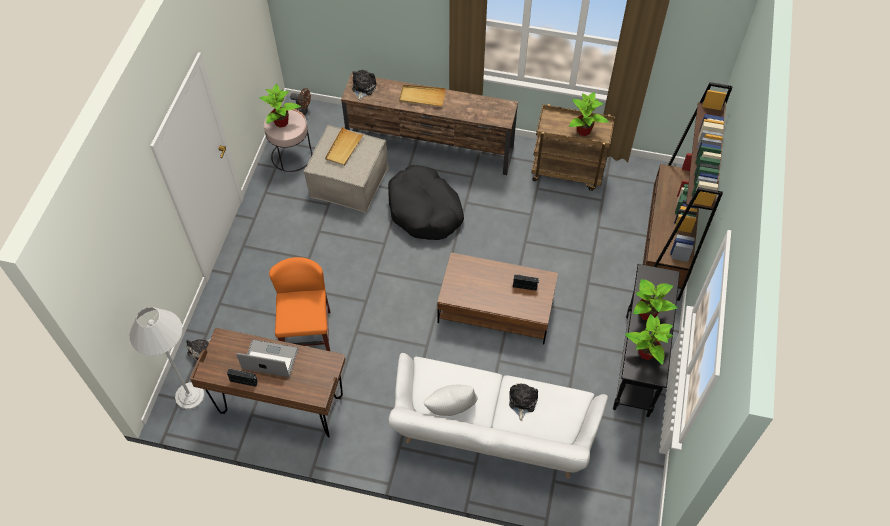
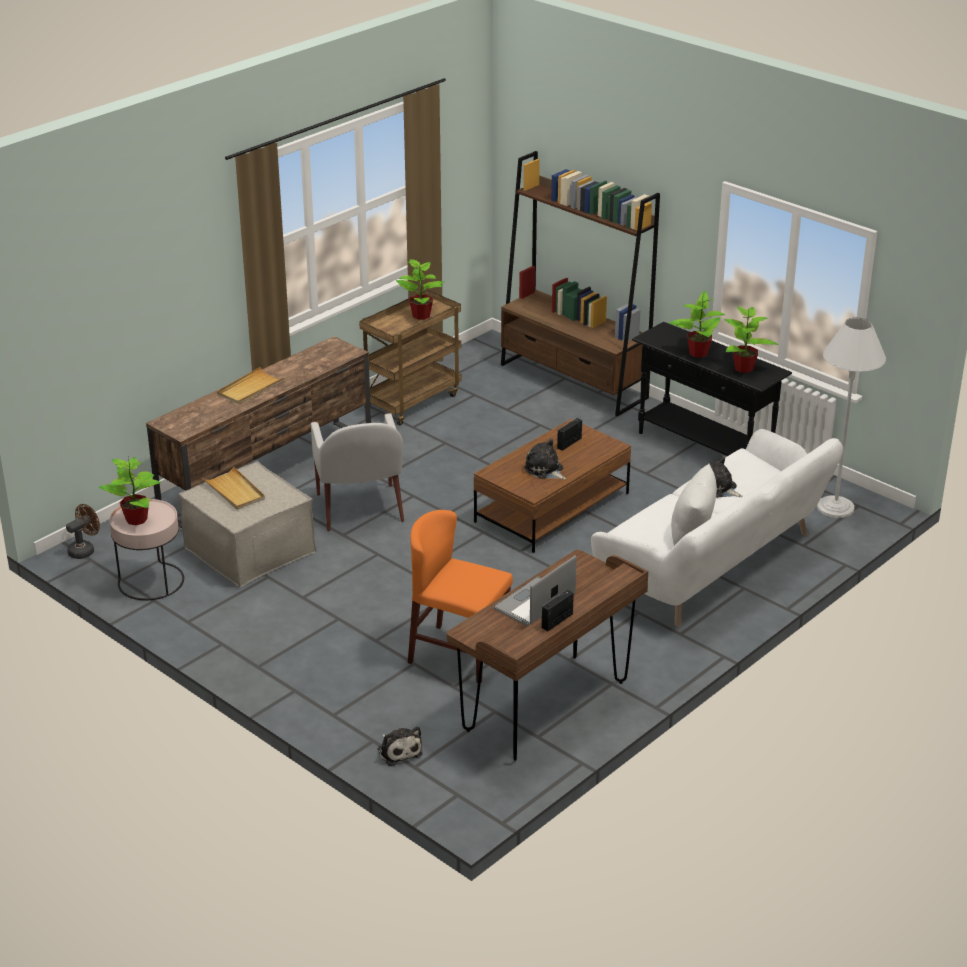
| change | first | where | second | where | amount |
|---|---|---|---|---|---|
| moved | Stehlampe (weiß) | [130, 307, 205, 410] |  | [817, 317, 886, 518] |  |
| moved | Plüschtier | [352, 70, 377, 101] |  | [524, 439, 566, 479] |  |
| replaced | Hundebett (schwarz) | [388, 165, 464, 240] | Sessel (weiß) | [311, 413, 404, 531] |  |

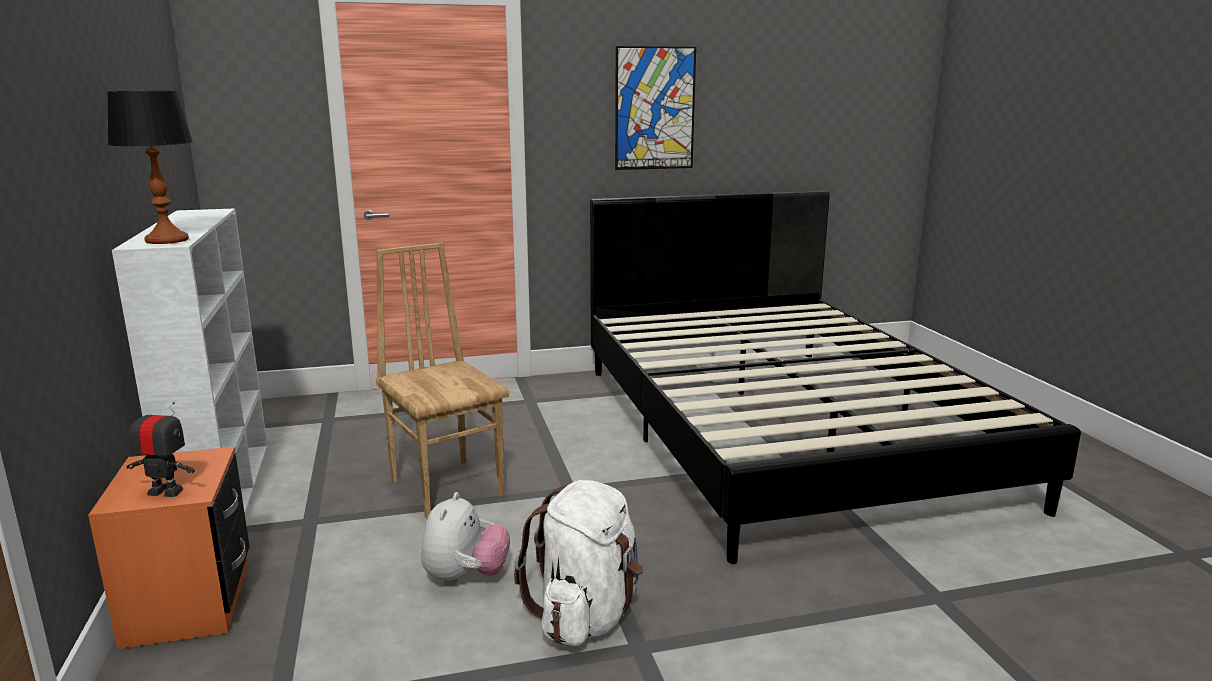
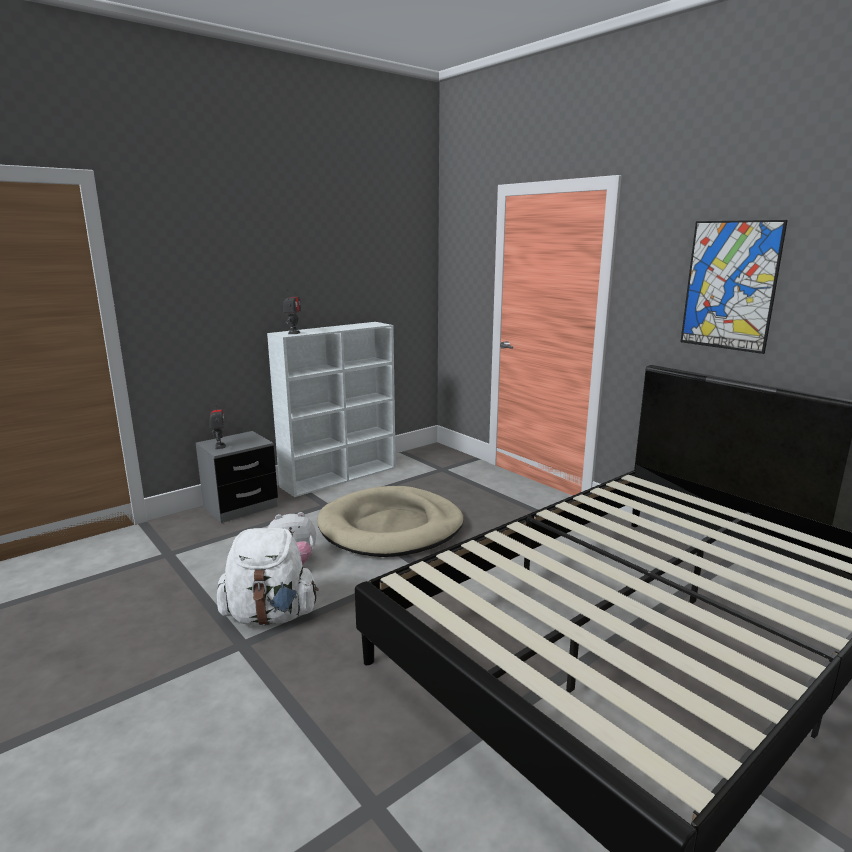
| change | first | where | second | where | amount |
|---|---|---|---|---|---|
| replaced | Tischlampe | [107, 91, 193, 244] | Spielzeugroboter | [283, 289, 301, 334] |  |
| replaced | Stuhl (braun) | [376, 242, 509, 519] | Hundebett (beige) | [317, 486, 464, 557] |  |
| recoloured | Nachttisch (orange) | [88, 447, 250, 649] | Nachttisch (grau) | [196, 431, 278, 523] |  |

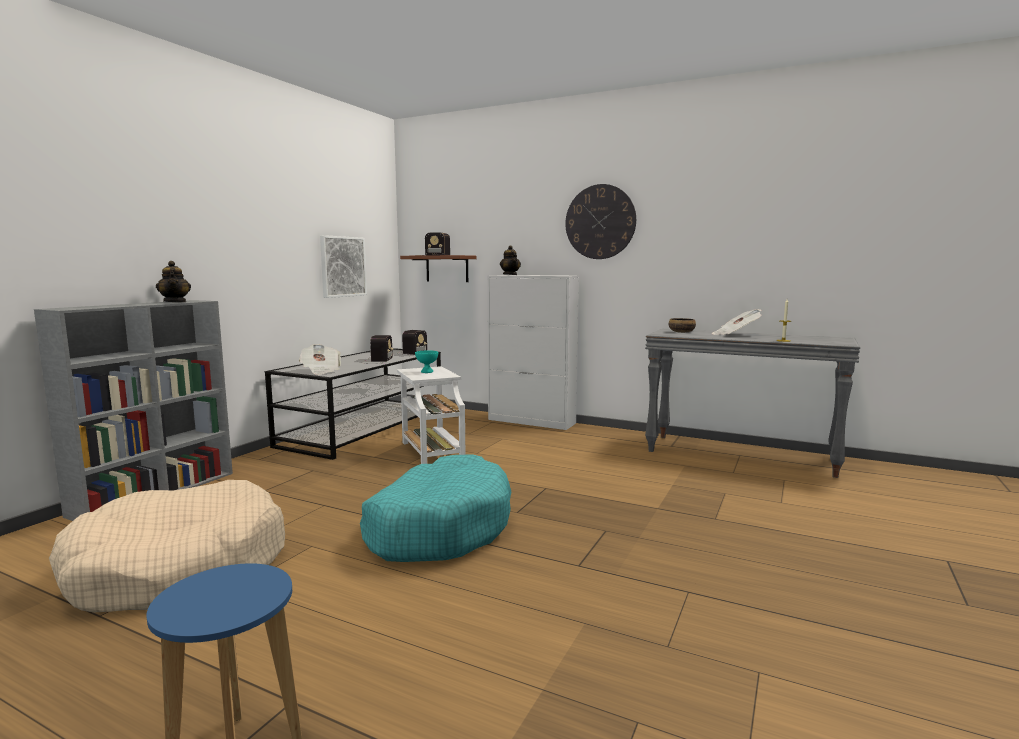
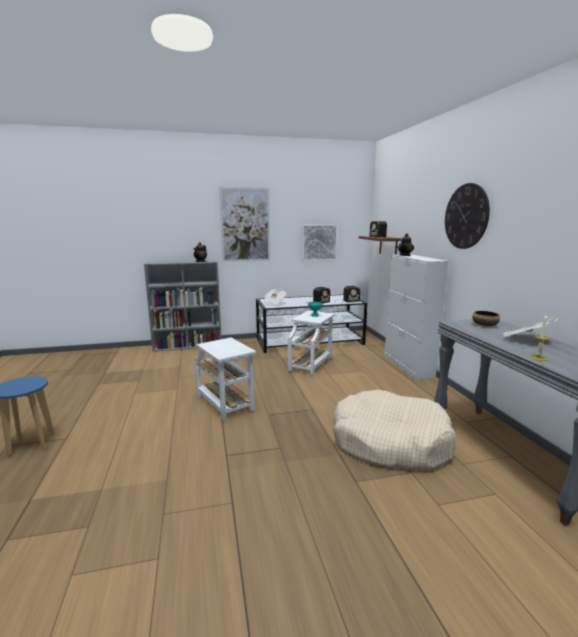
| change | first | where | second | where | amount |
|---|---|---|---|---|---|
| added |  |  | Bild | [219, 187, 270, 262] |  |
| moved | Hundebett (beige) | [49, 480, 285, 612] |  | [333, 390, 456, 471] |  |
| replaced | Hundebett (türkis) | [360, 454, 511, 562] | Beistelltisch (weiß) | [194, 337, 256, 421] |  |

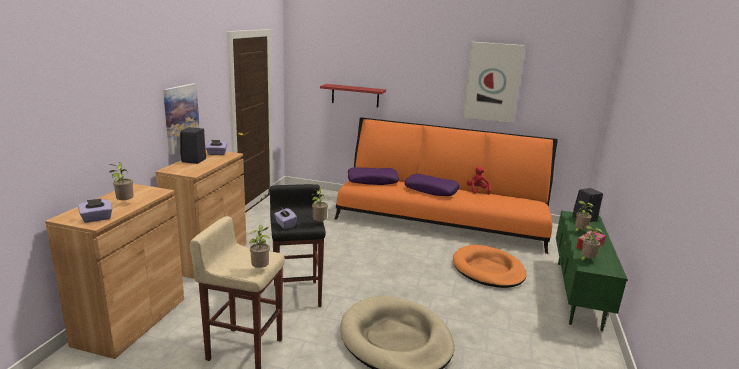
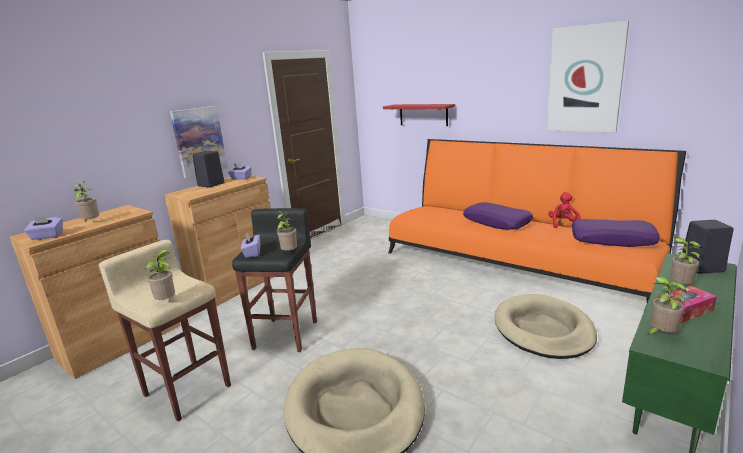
| change | first | where | second | where | amount |
|---|---|---|---|---|---|
| moved | Kissen (lila) | [348, 167, 399, 185] |  | [572, 219, 660, 247] |  |
| recoloured | Hundebett (orange) | [453, 245, 527, 288] | Hundebett (beige) | [495, 294, 597, 359] |  |

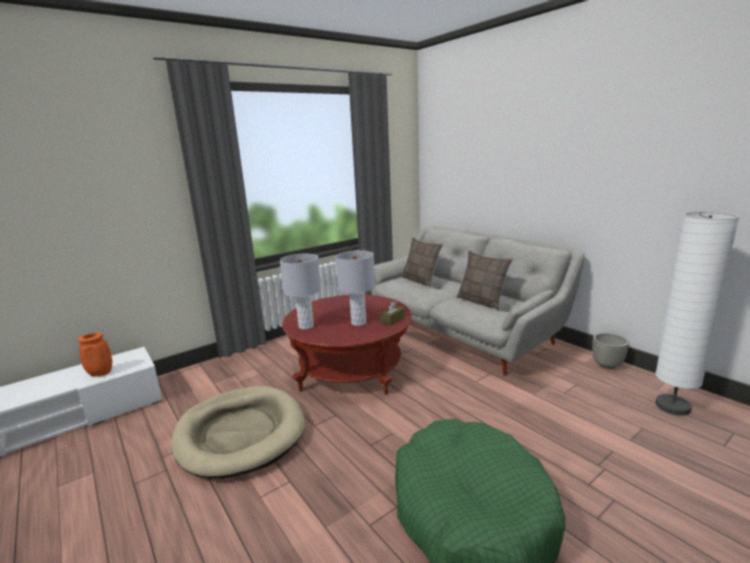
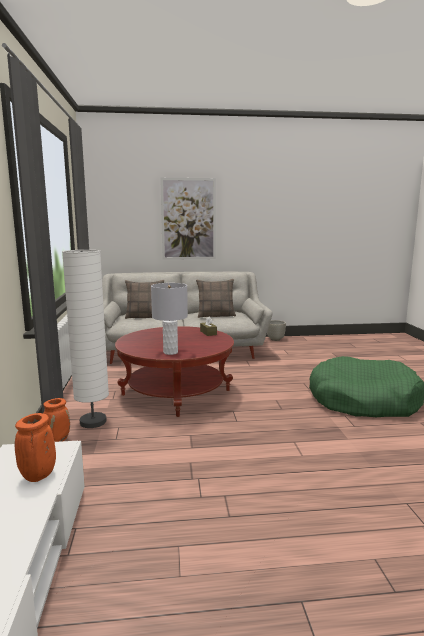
| change | first | where | second | where | amount |
|---|---|---|---|---|---|
| removed | Hundebett (beige) | [171, 386, 305, 478] |  |  |  |
| removed | Tischlampe (grau) | [336, 250, 375, 326] |  |  |  |
| added |  |  | Vase (orange) | [44, 398, 70, 442] |  |
| added |  |  | Bild | [160, 178, 216, 260] |  |
| moved | Stehlampe (weiß) | [655, 211, 739, 416] |  | [62, 250, 109, 428] |  |

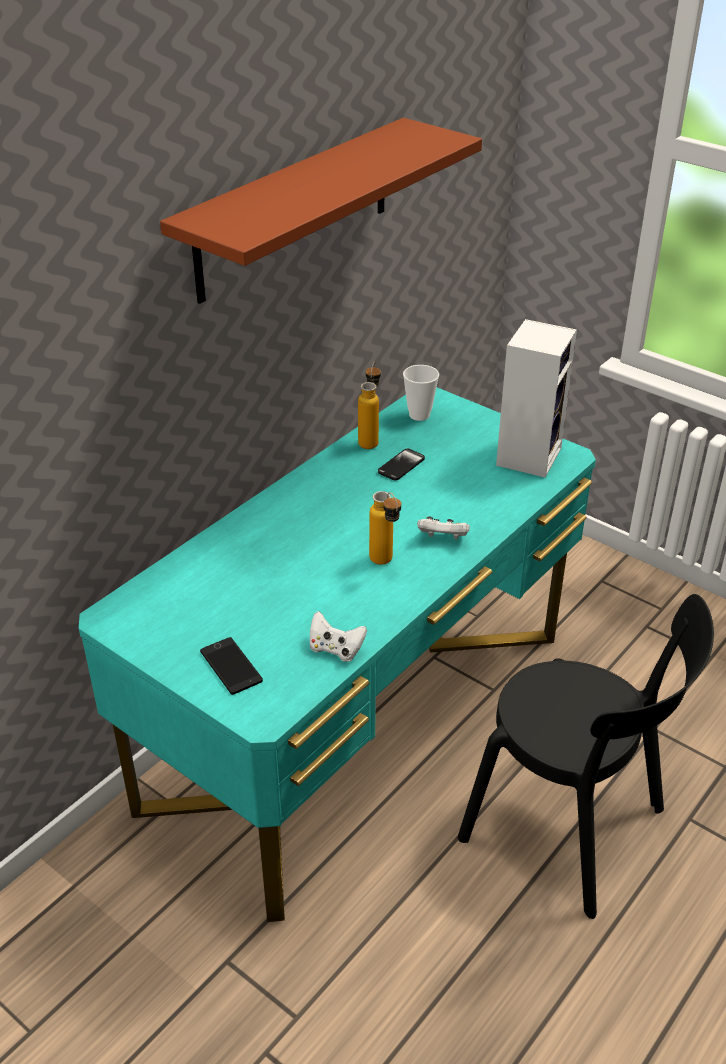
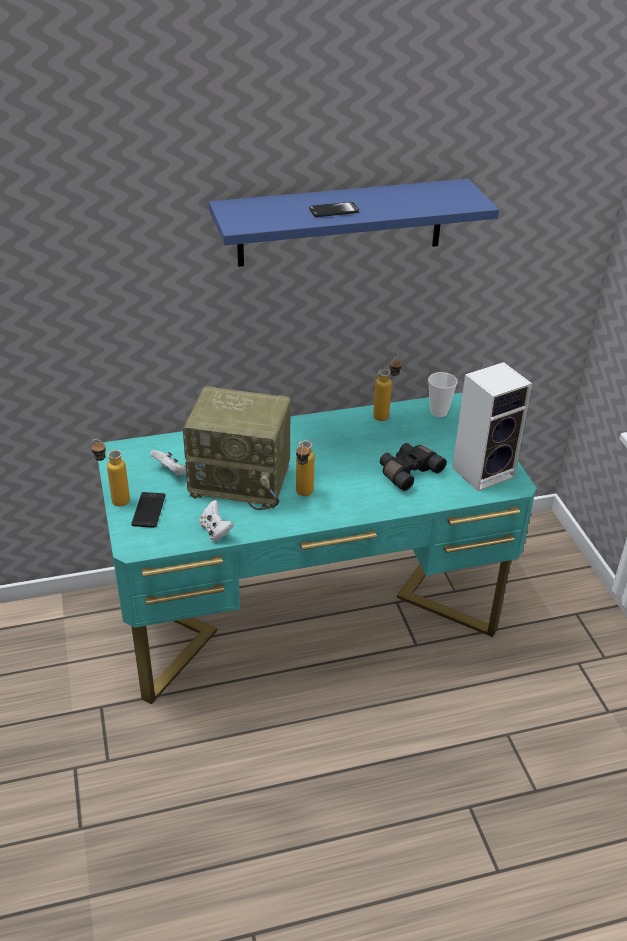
| change | first | where | second | where | amount |
|---|---|---|---|---|---|
| removed | Stuhl (schwarz) | [458, 594, 714, 919] |  |  |  |
| added |  |  | Flasche | [91, 439, 130, 506] |  |
| added |  |  | Radio | [183, 386, 291, 510] |  |
| added |  |  | Fernglas (schwarz) | [380, 443, 447, 491] |  |
| moved | Handy | [378, 449, 425, 481] |  | [309, 202, 359, 217] |  |
| moved | Gamepad (weiß) | [417, 516, 470, 539] |  | [150, 450, 186, 476] |  |
| recoloured | Wandregal (braun) | [160, 118, 482, 304] | Wandregal (blau) | [209, 179, 499, 267] |  |

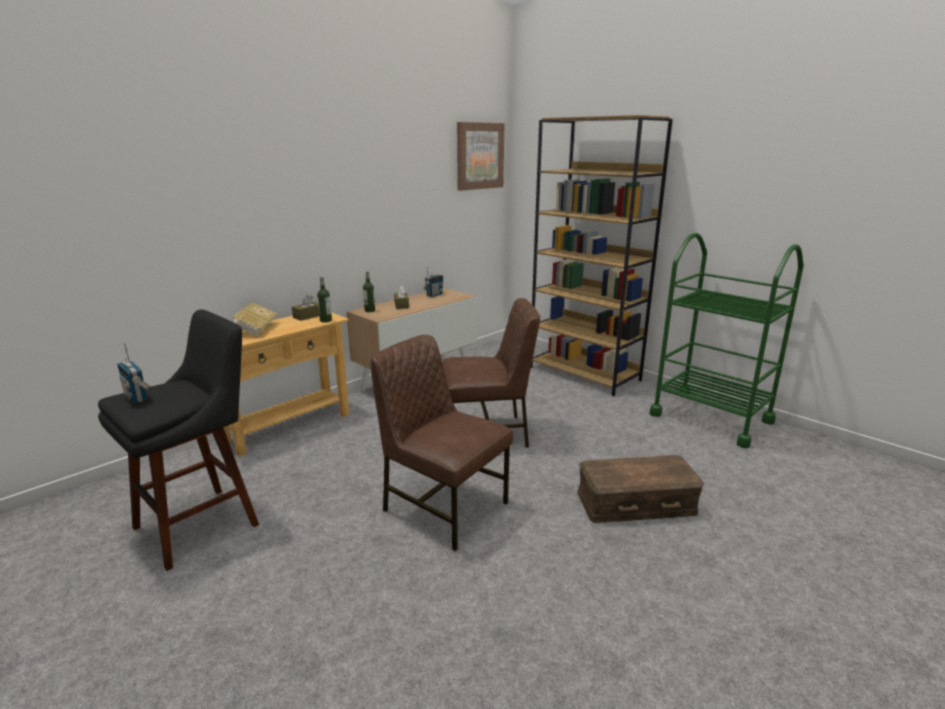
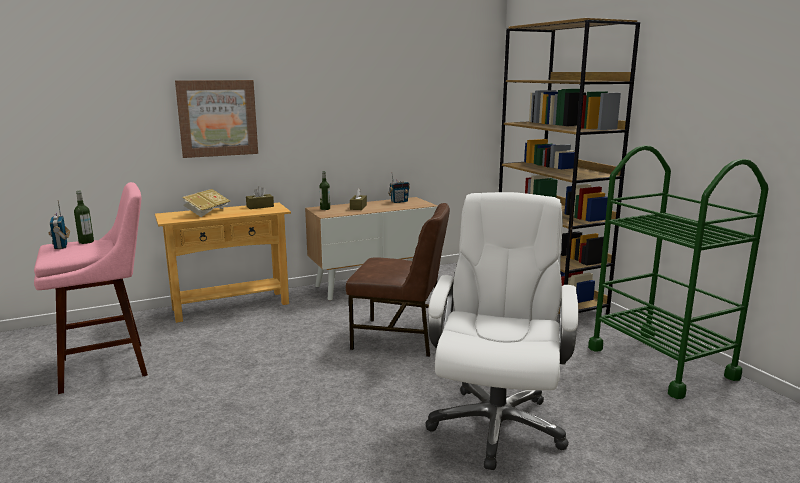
| change | first | where | second | where | amount |
|---|---|---|---|---|---|
| removed | Stuhl (braun) | [370, 335, 513, 551] |  |  |  |
| moved | Flasche | [317, 277, 332, 323] |  | [74, 191, 94, 244] |  |
| moved | Bild | [457, 122, 505, 191] |  | [175, 80, 258, 158] |  |
| replaced | Aufbewahrungsbox (braun) | [577, 455, 704, 523] | Bürostuhl (weiß) | [425, 192, 579, 470] |  |
| recoloured | Hocker (schwarz) | [98, 309, 259, 571] | Hocker (rosa) | [34, 182, 148, 394] |  |

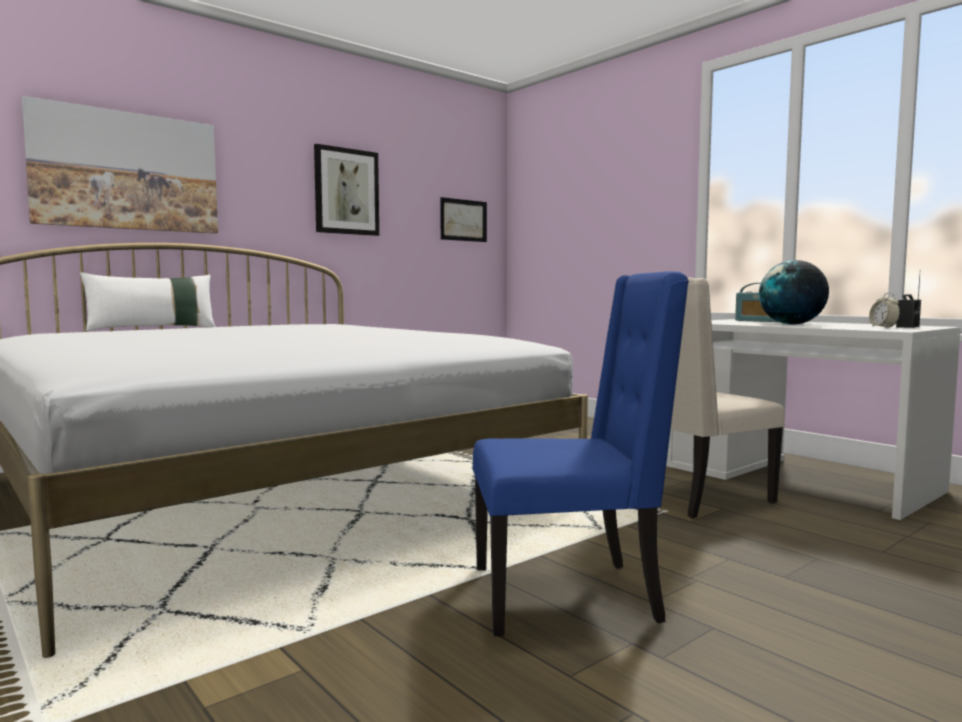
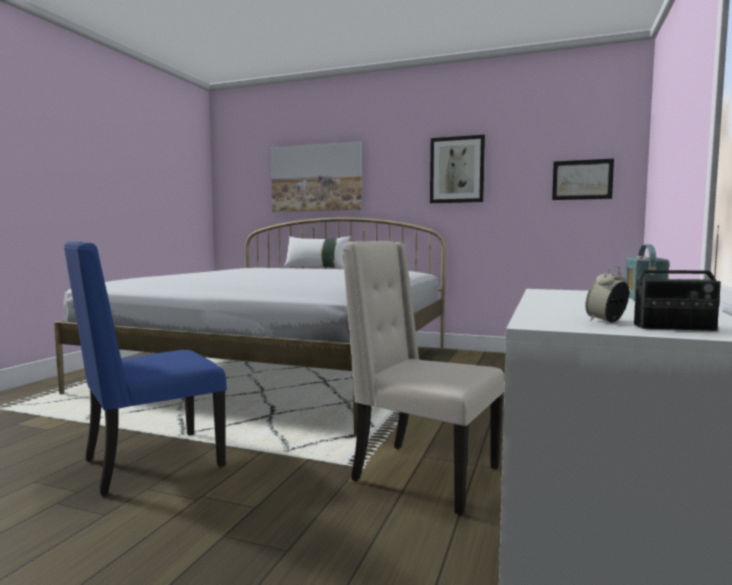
| change | first | where | second | where | amount |
|---|---|---|---|---|---|
| removed | Globus | [759, 260, 829, 325] |  |  |  |
| turned | Stuhl (blau) | [473, 271, 689, 637] |  | [64, 241, 227, 495] | 90 degrees clockwise |

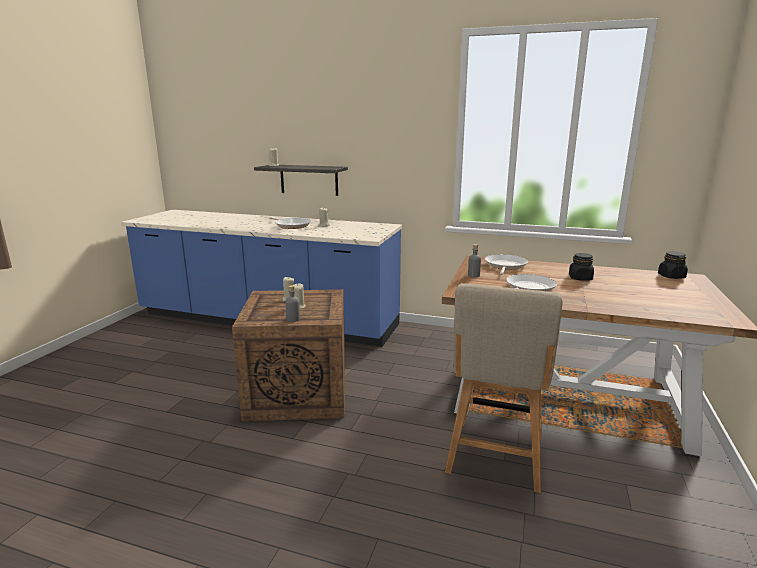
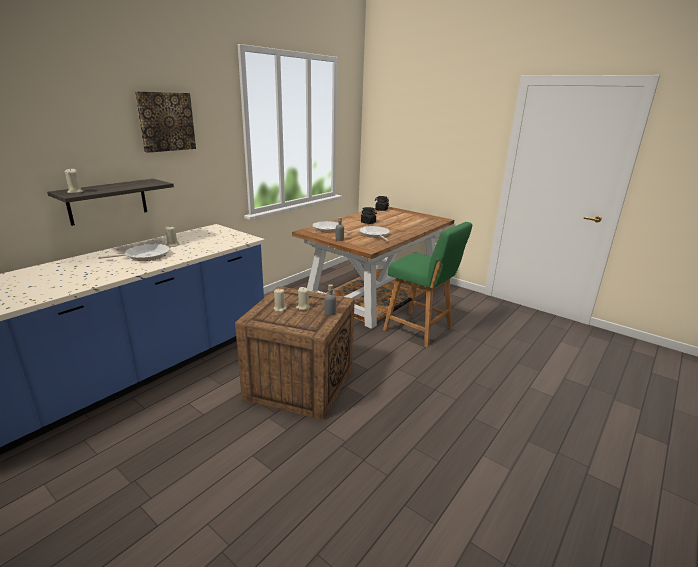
| change | first | where | second | where | amount |
|---|---|---|---|---|---|
| added |  |  | Bild | [135, 91, 196, 153] |  |
| recoloured | Stuhl (beige) | [445, 283, 563, 493] | Stuhl (grün) | [383, 222, 472, 348] |  |

